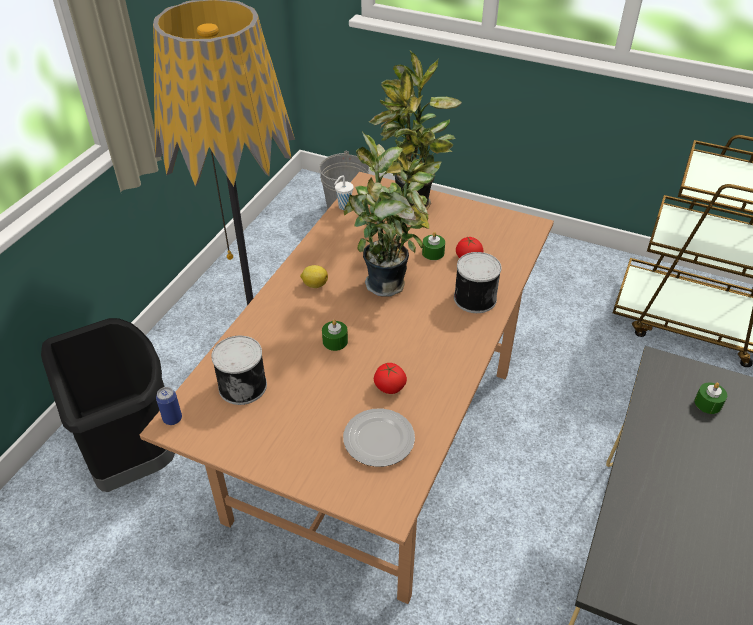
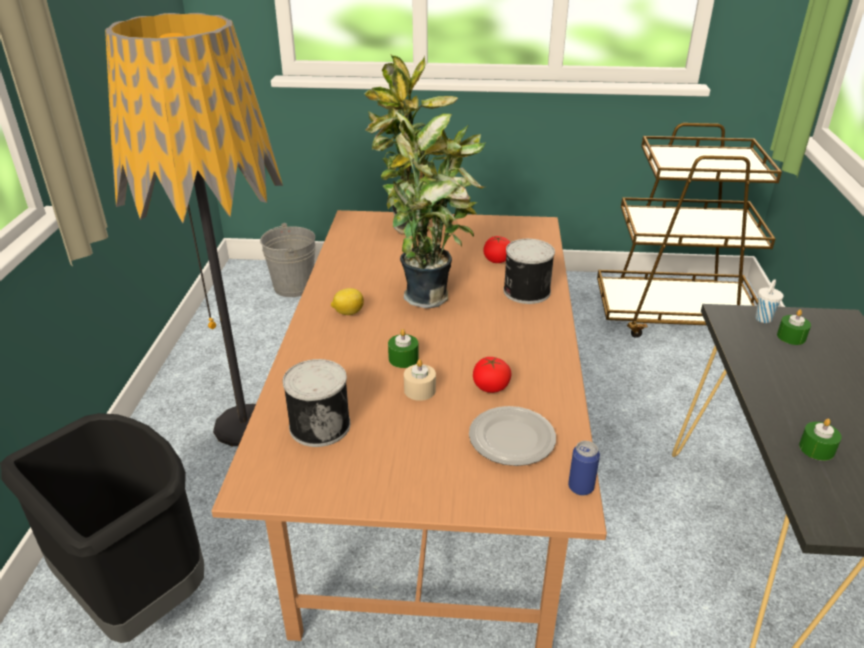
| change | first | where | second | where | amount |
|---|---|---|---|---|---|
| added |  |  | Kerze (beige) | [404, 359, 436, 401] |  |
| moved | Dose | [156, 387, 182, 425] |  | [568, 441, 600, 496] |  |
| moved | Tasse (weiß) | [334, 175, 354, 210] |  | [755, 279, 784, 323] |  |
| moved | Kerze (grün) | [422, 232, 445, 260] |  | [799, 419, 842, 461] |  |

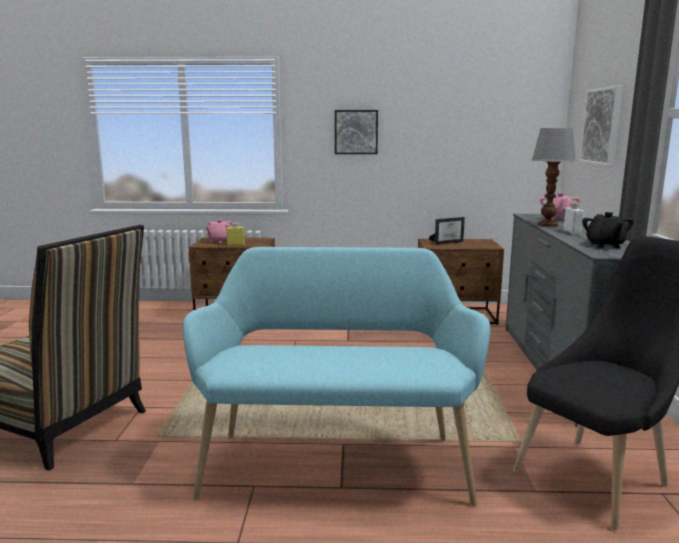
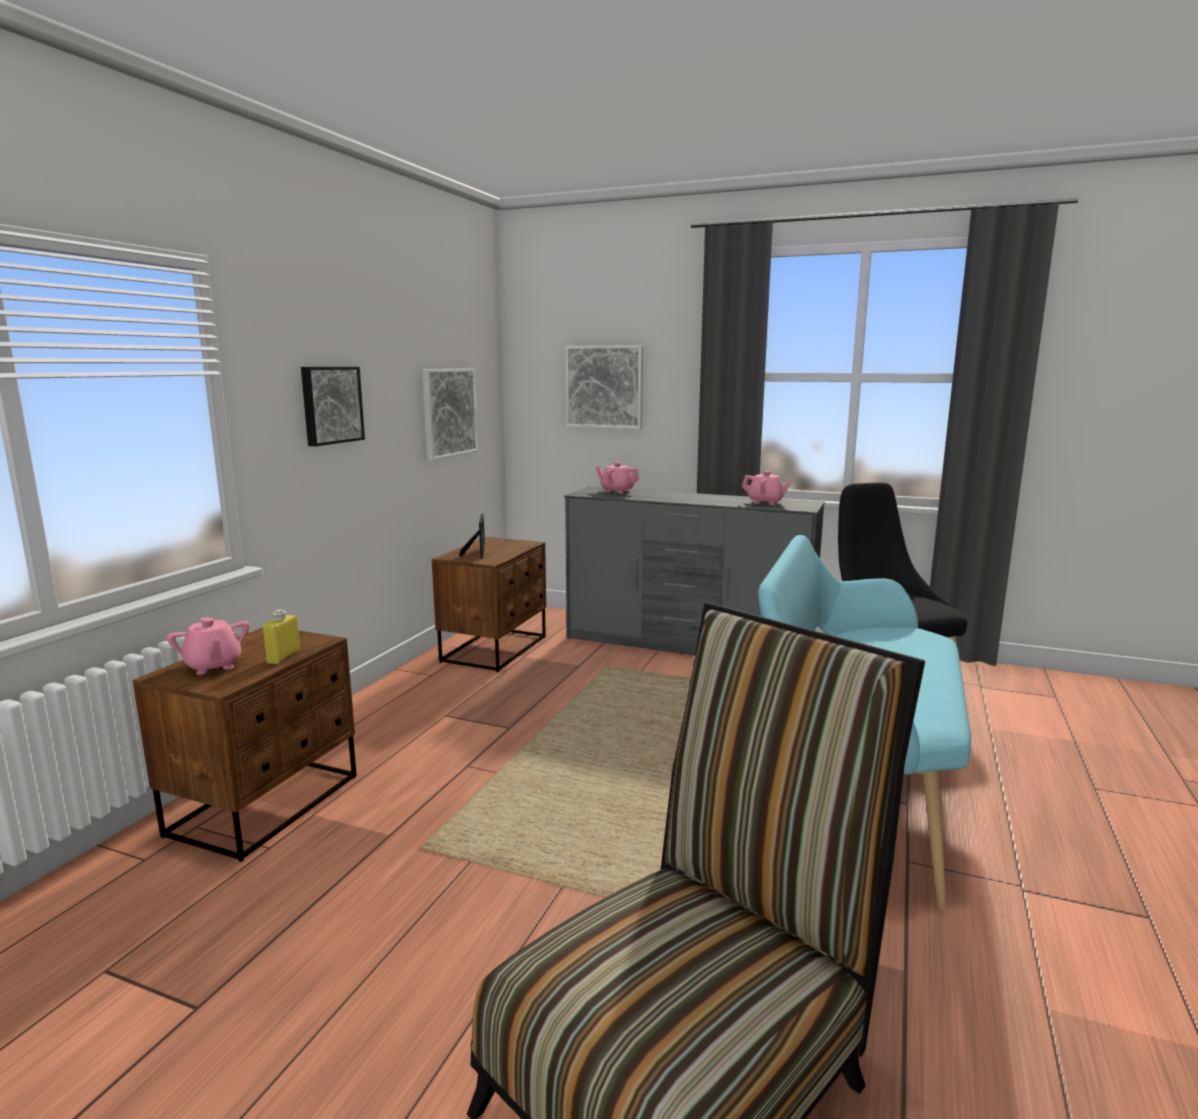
| change | first | where | second | where | amount |
|---|---|---|---|---|---|
| removed | Tischlampe | [532, 128, 576, 227] |  |  |  |
| removed | Flasche (weiß) | [563, 202, 584, 235] |  |  |  |
| added |  |  | Bild | [422, 369, 478, 461] |  |
| recoloured | Teekanne (schwarz) | [582, 212, 634, 248] | Teekanne (rosa) | [741, 471, 793, 505] |  |

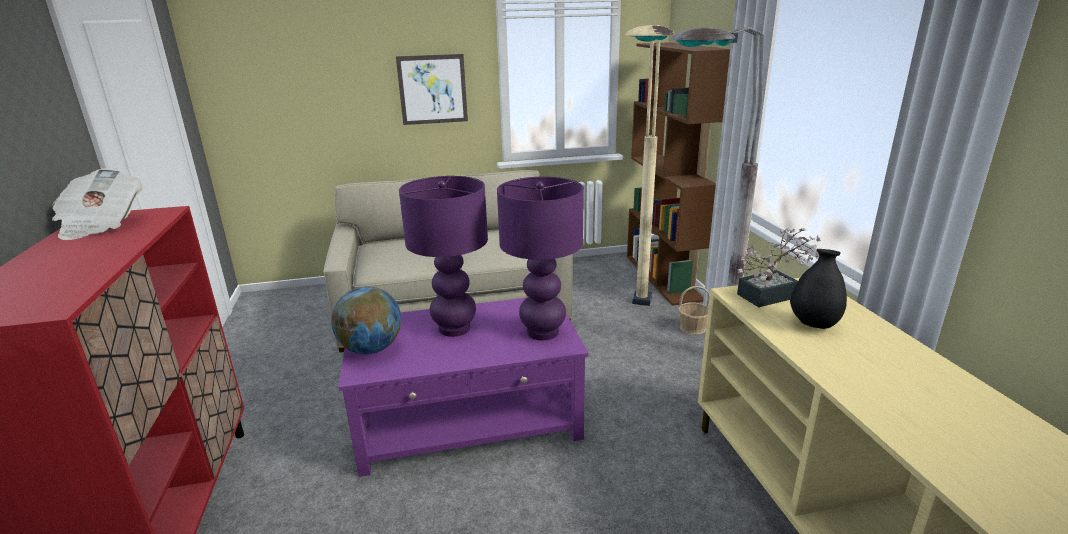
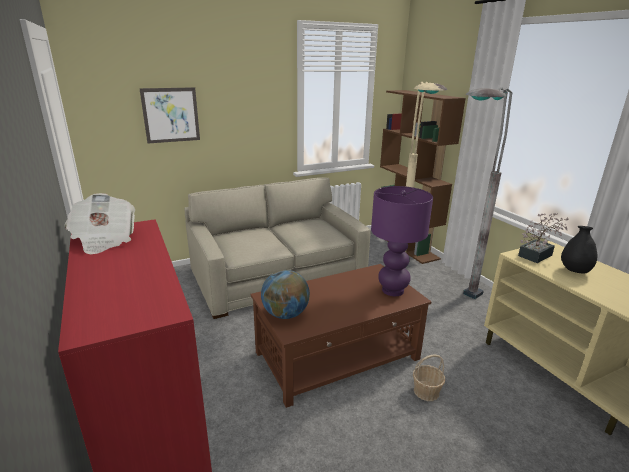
| change | first | where | second | where | amount |
|---|---|---|---|---|---|
| removed | Tischlampe (lila) | [399, 176, 488, 337] |  |  |  |
| moved | Bild | [396, 54, 468, 125] |  | [139, 87, 200, 143] |  |
| moved | Korb | [678, 286, 710, 335] |  | [413, 355, 445, 401] |  |
| recoloured | Couchtisch (lila) | [338, 296, 589, 477] | Couchtisch (braun) | [251, 264, 431, 408] |  |

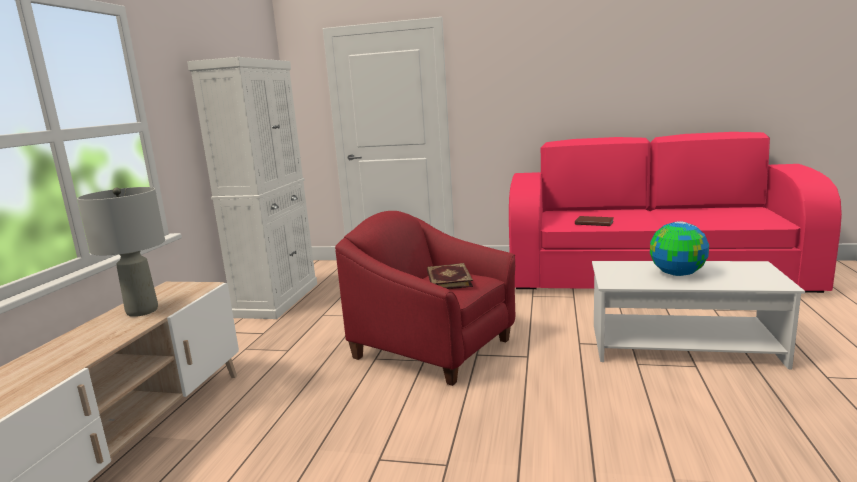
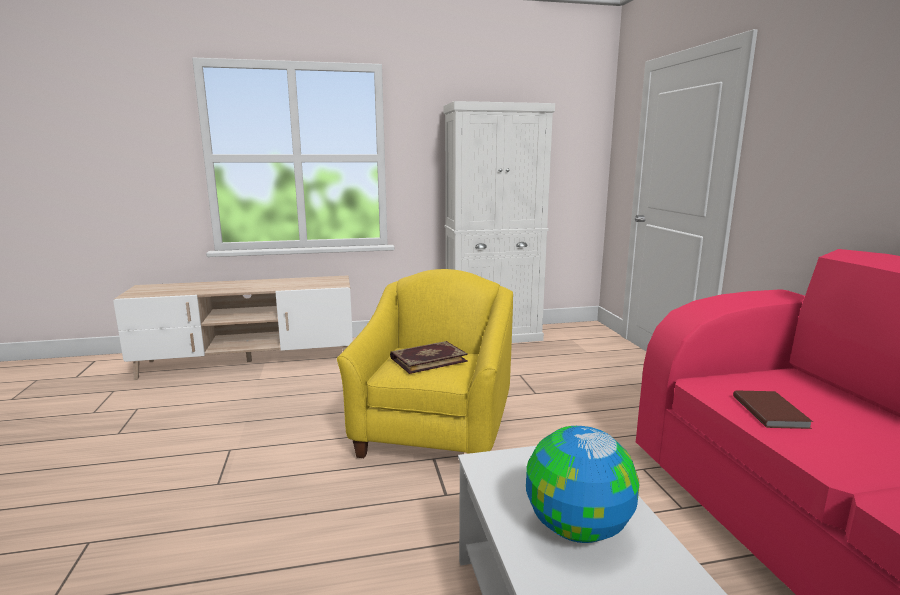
| change | first | where | second | where | amount |
|---|---|---|---|---|---|
| removed | Tischlampe (grau) | [77, 187, 165, 317] |  |  |  |
| recoloured | Sessel (rot) | [335, 211, 515, 386] | Sessel (gelb) | [337, 269, 513, 458] |  |

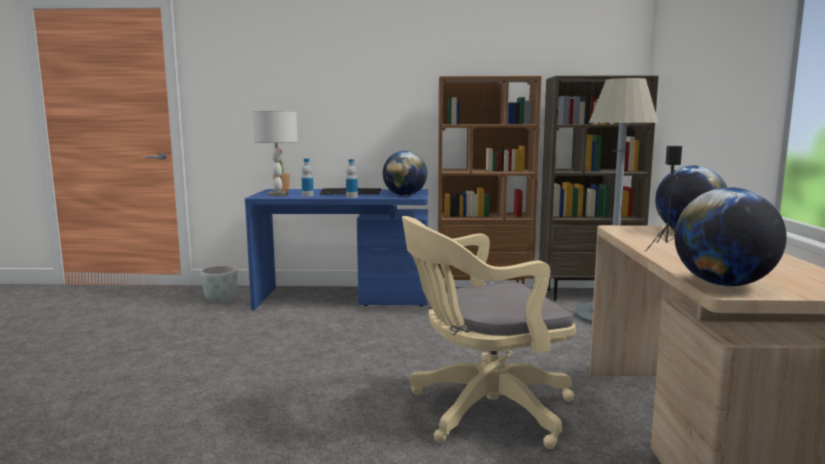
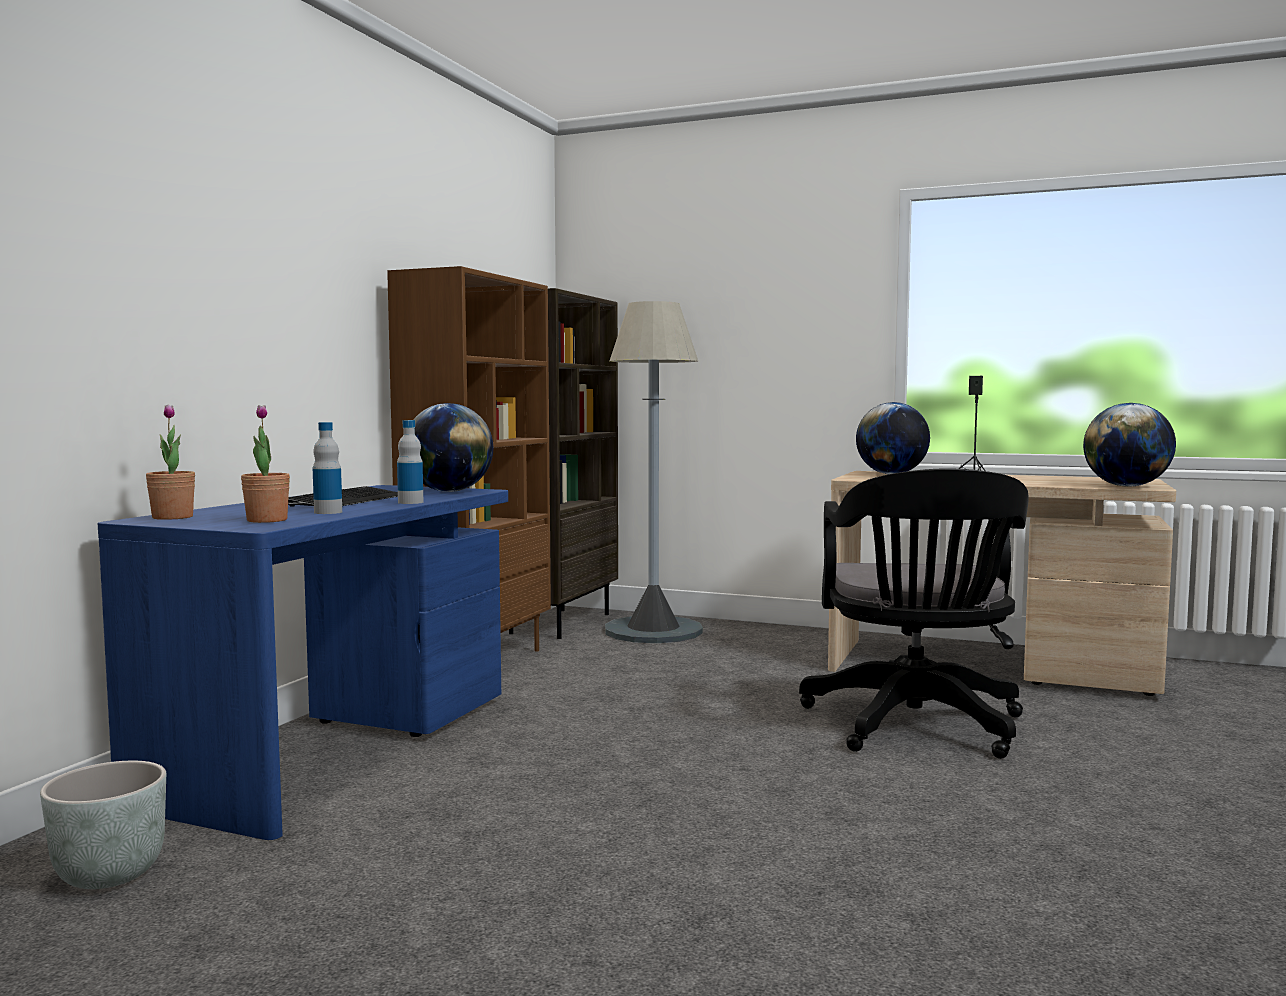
| change | first | where | second | where | amount |
|---|---|---|---|---|---|
| replaced | Tischlampe (grau) | [253, 111, 298, 197] | Topfpflanze | [241, 405, 290, 523] |  |
| recoloured | Bürostuhl (beige) | [402, 216, 576, 449] | Bürostuhl (schwarz) | [799, 468, 1029, 759] |  |

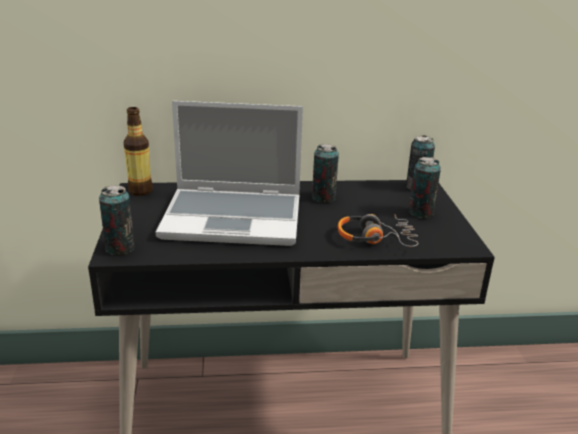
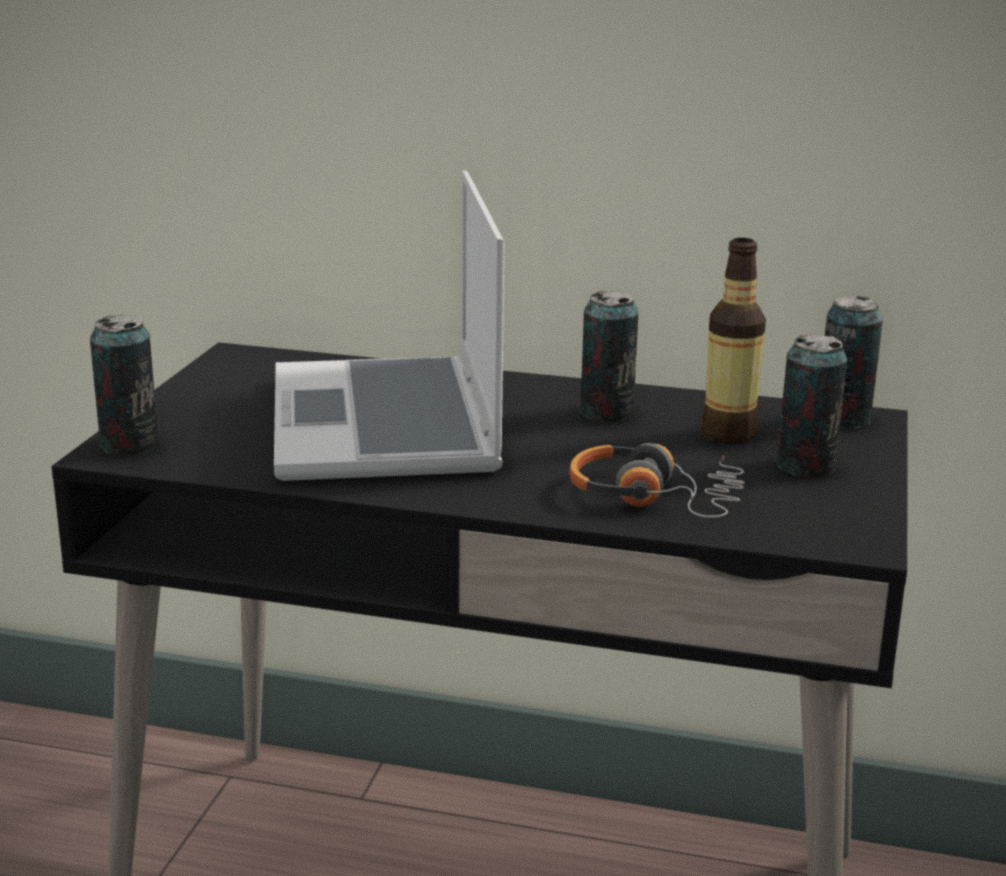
| change | first | where | second | where | amount |
|---|---|---|---|---|---|
| moved | Flasche | [124, 107, 153, 196] |  | [701, 238, 766, 444] |  |
| turned | Laptop | [156, 101, 303, 246] |  | [274, 170, 504, 481] | 60 degrees clockwise |

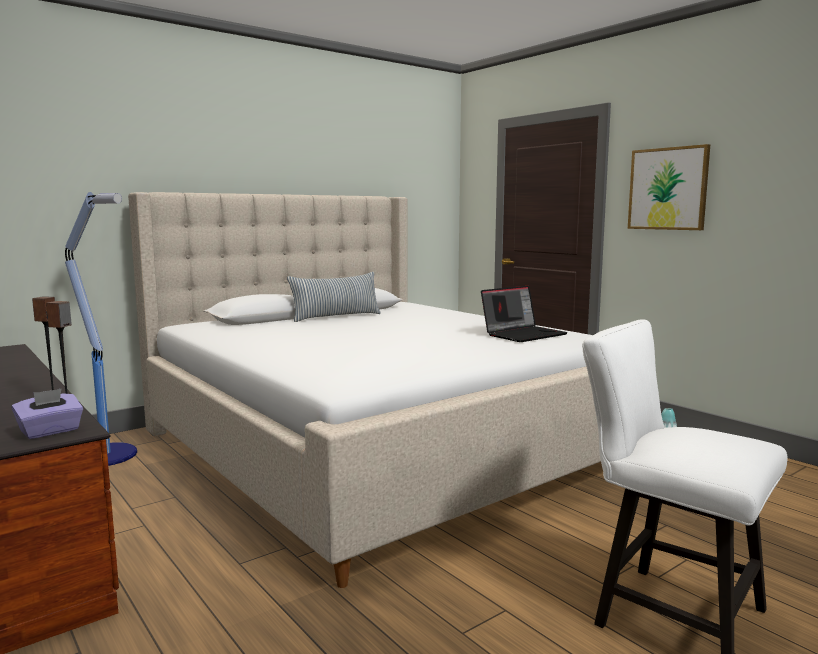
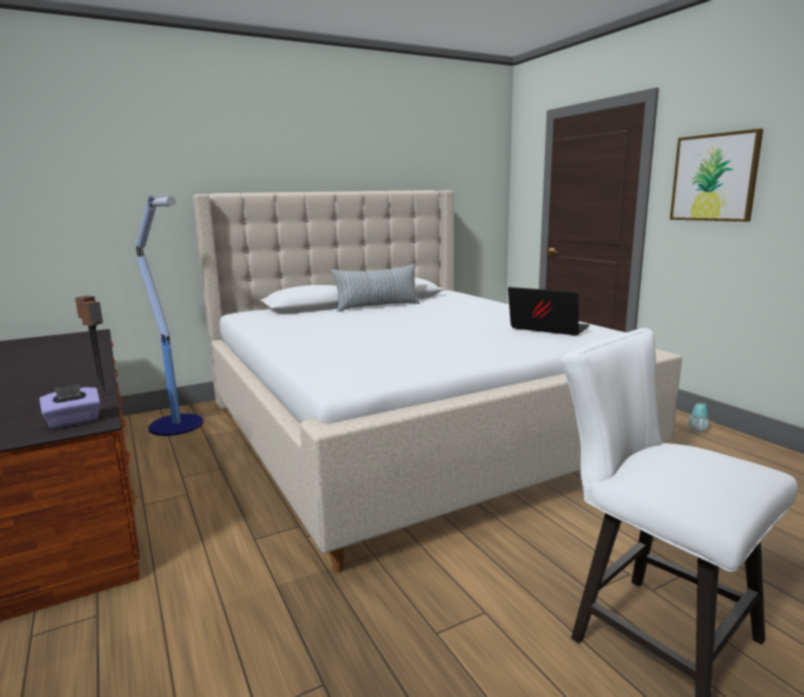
| change | first | where | second | where | amount |
|---|---|---|---|---|---|
| turned | Laptop | [481, 286, 568, 342] |  | [508, 287, 590, 335] | 120 degrees counterclockwise |

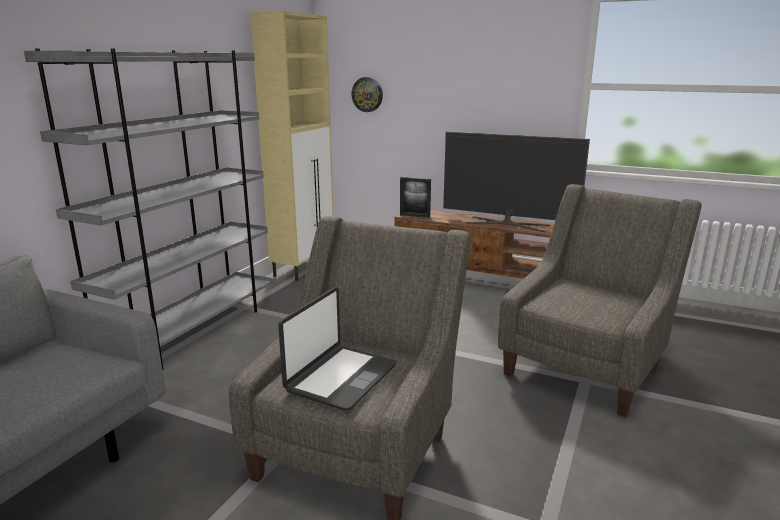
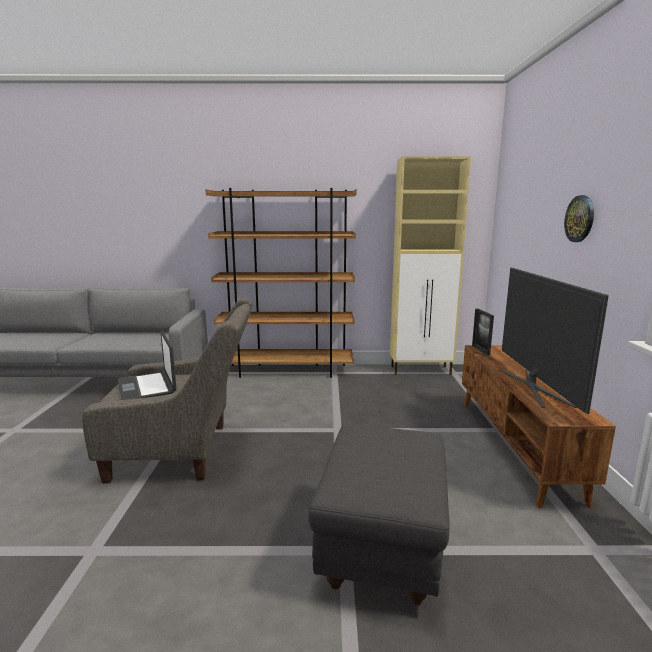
| change | first | where | second | where | amount |
|---|---|---|---|---|---|
| moved | Wanduhr | [351, 77, 383, 112] |  | [564, 195, 594, 242] |  |
| replaced | Sessel (grau) | [498, 184, 702, 417] | Polsterhocker (grau) | [308, 423, 450, 605] |  |
| recoloured | Bücherregal (grau) | [24, 48, 272, 370] | Bücherregal (braun) | [205, 188, 356, 378] |  |
| turned | Laptop | [278, 287, 397, 411] |  | [118, 331, 177, 400] | 60 degrees clockwise |

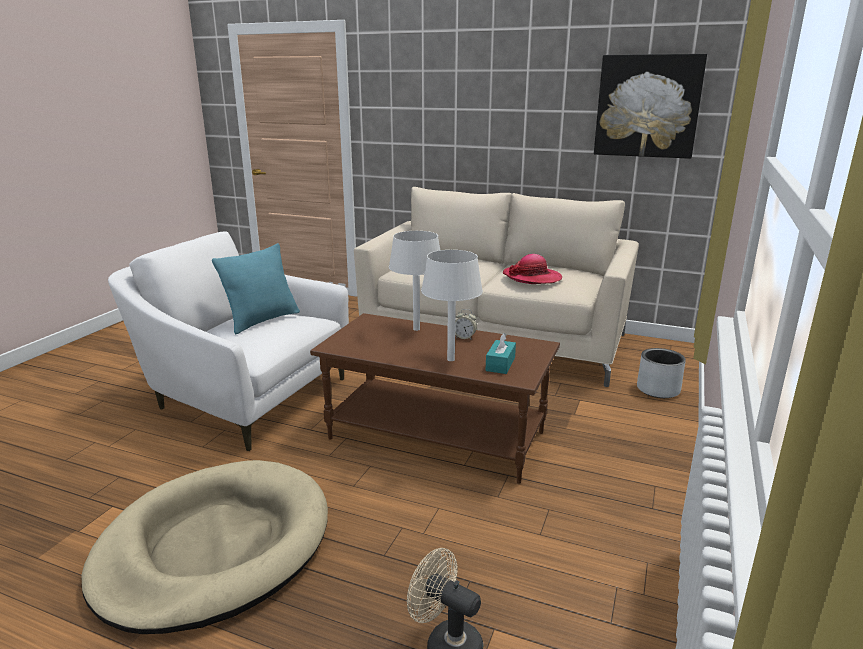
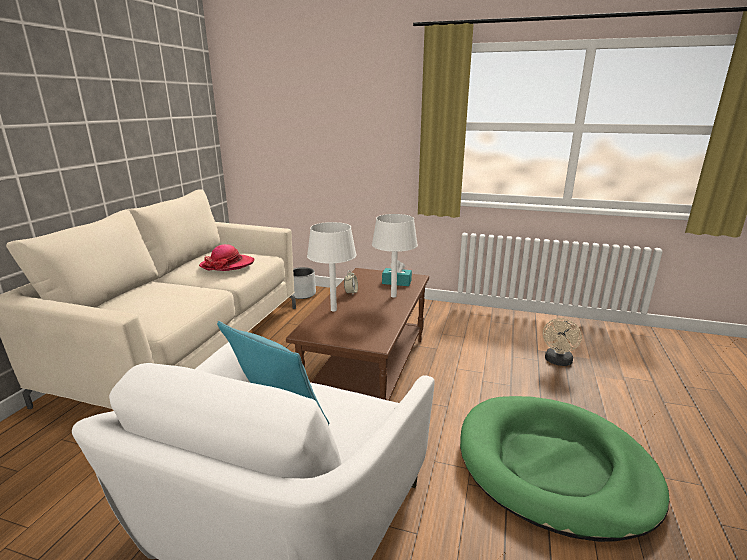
| change | first | where | second | where | amount |
|---|---|---|---|---|---|
| removed | Bild | [594, 54, 707, 159] |  |  |  |
| recoloured | Hundebett (beige) | [81, 460, 328, 634] | Hundebett (grün) | [460, 396, 669, 542] |  |

